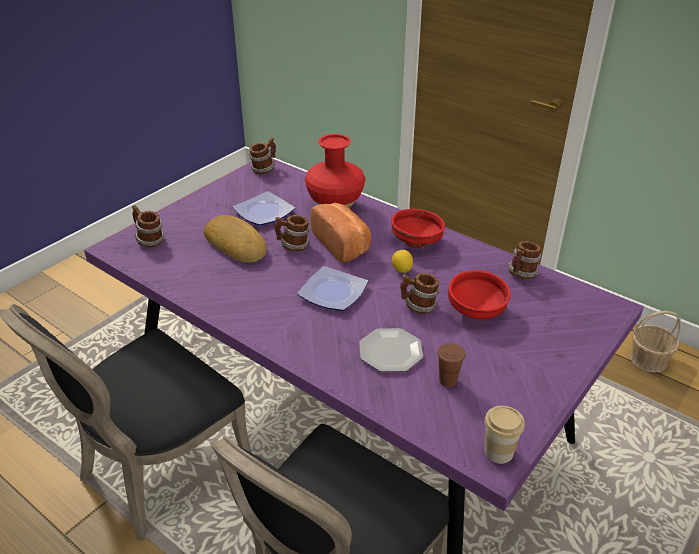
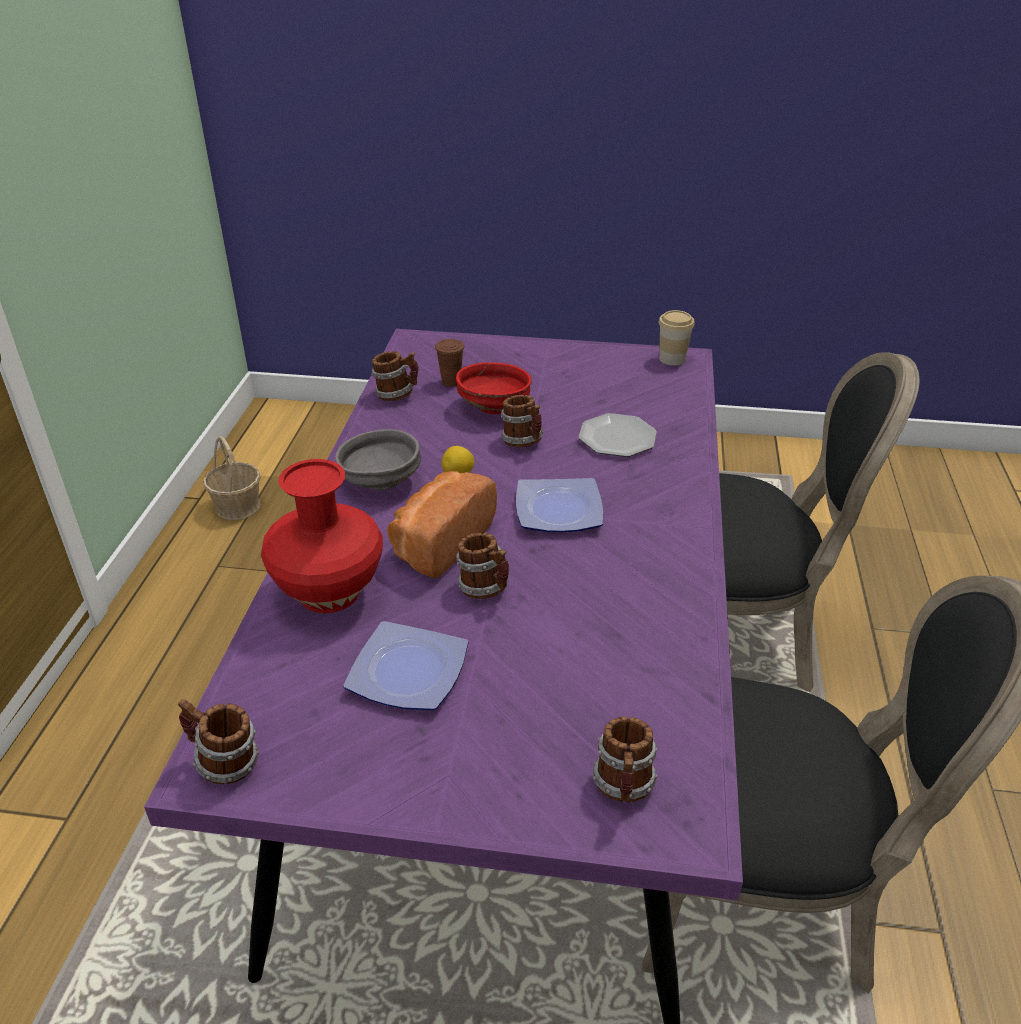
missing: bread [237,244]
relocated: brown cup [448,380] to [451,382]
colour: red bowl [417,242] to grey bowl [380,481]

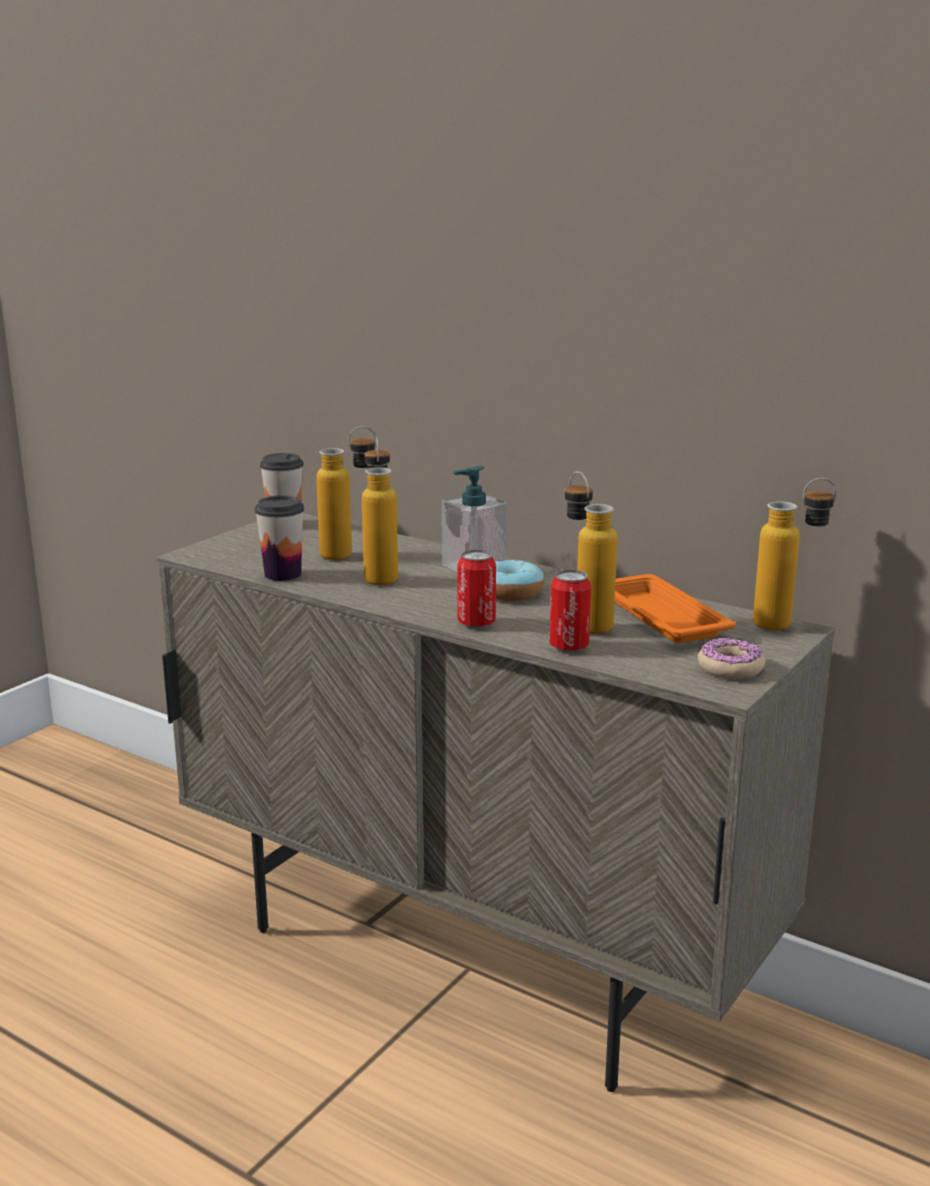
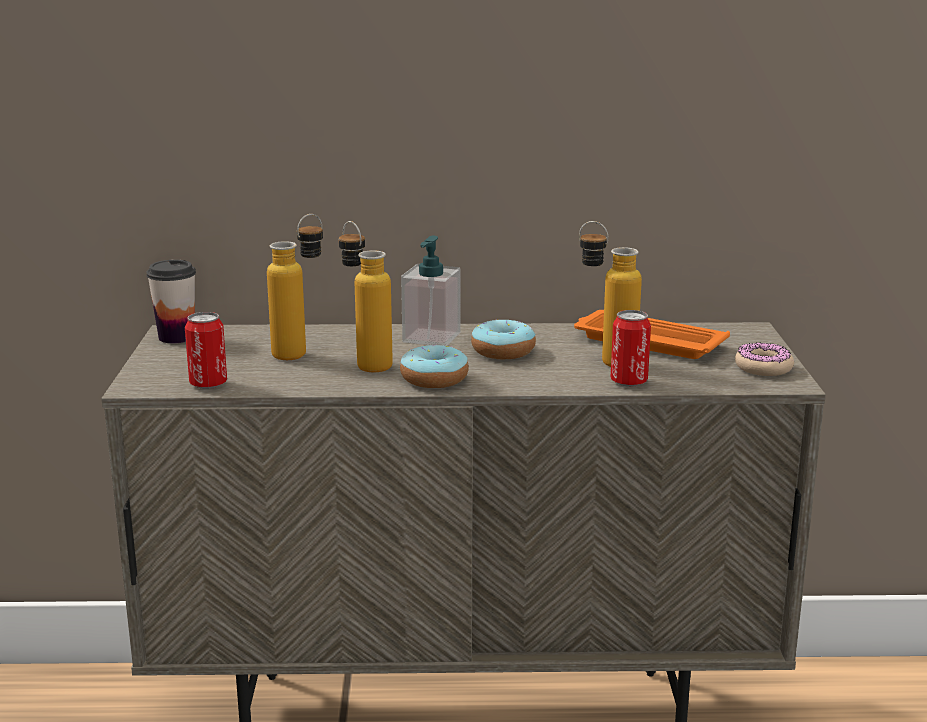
missing: cup [283,574]; bottle [787,625]
appeared: donut [434,379]
relocated: can [476,623] to [208,384]

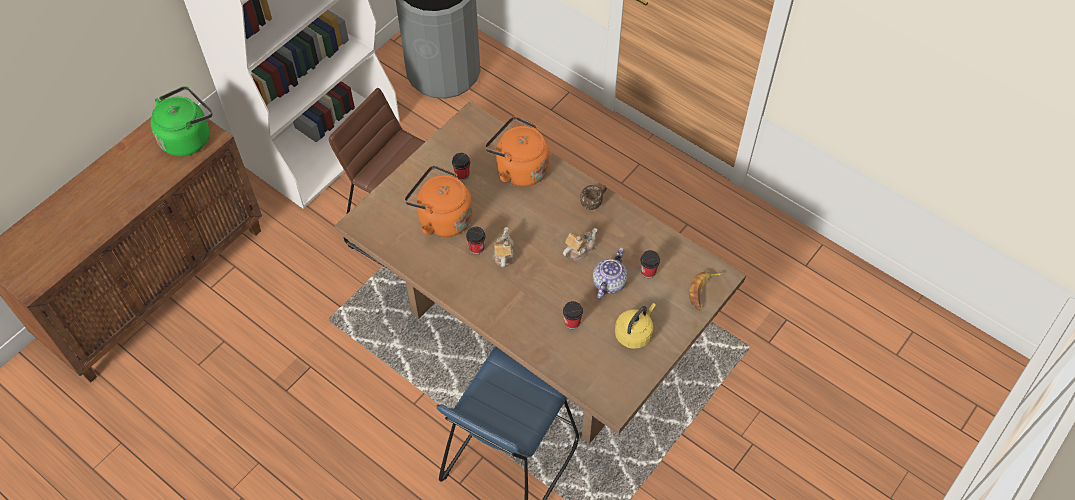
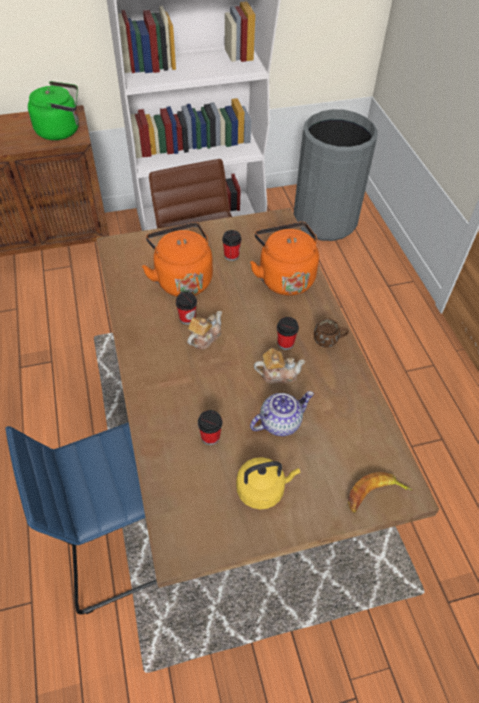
relocated: cup [648,272] to [285,343]

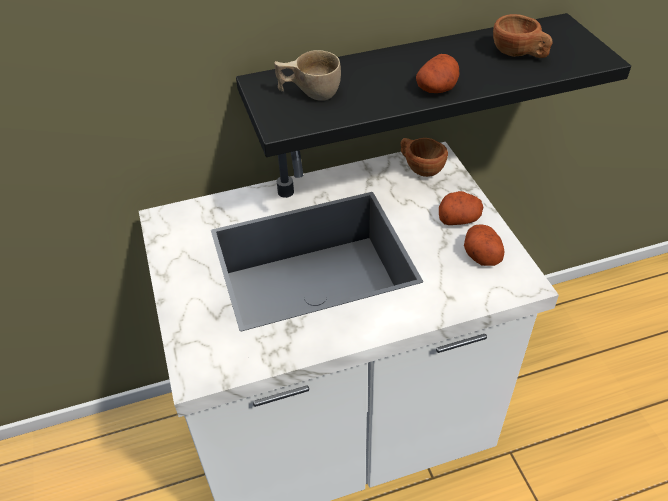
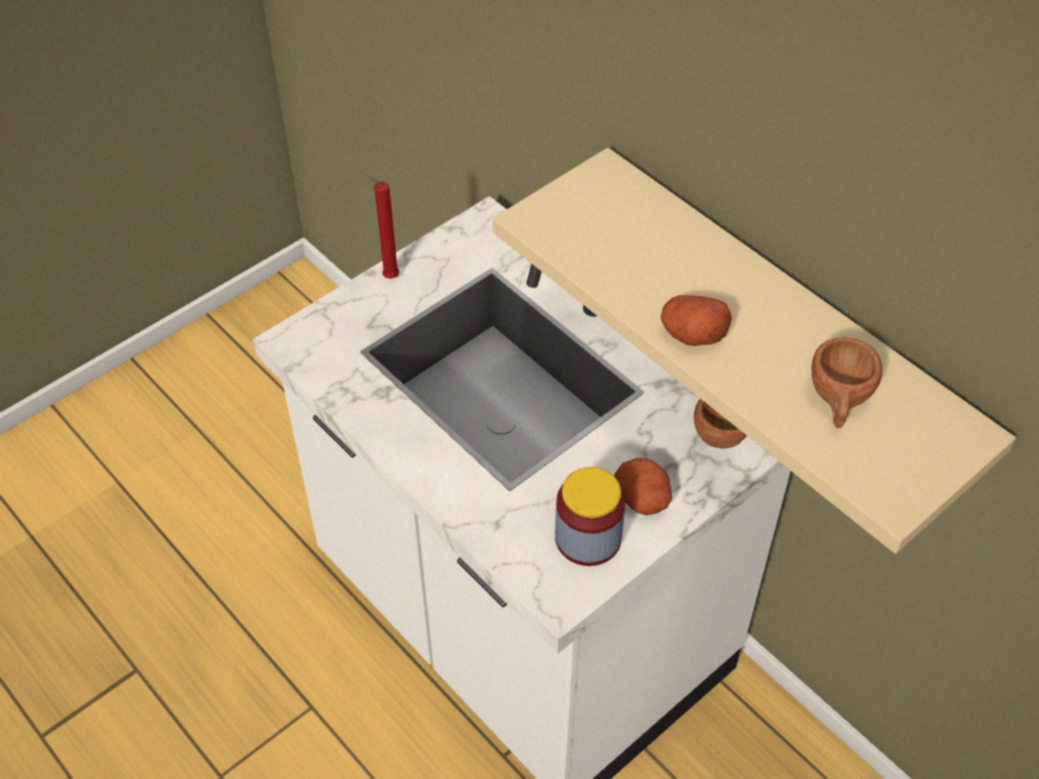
missing: beige cup [309,93]
appeared: red candle [388,277]
exchanged: potato [481,254] to jar [588,538]
colour: black shelf [407,83] to beige shelf [783,324]

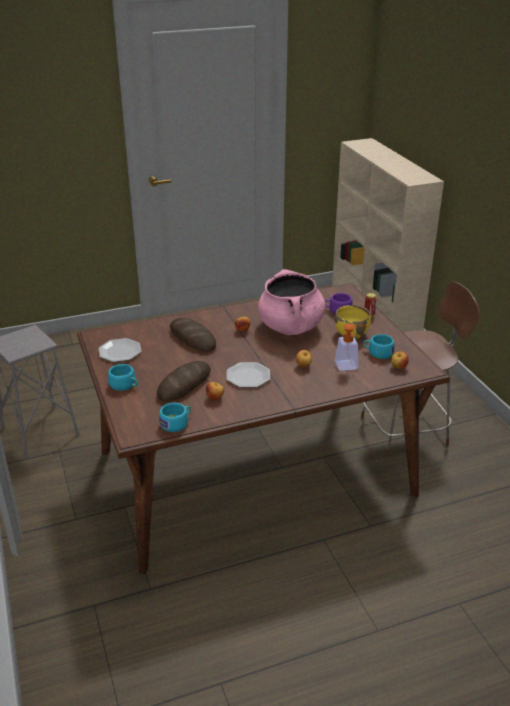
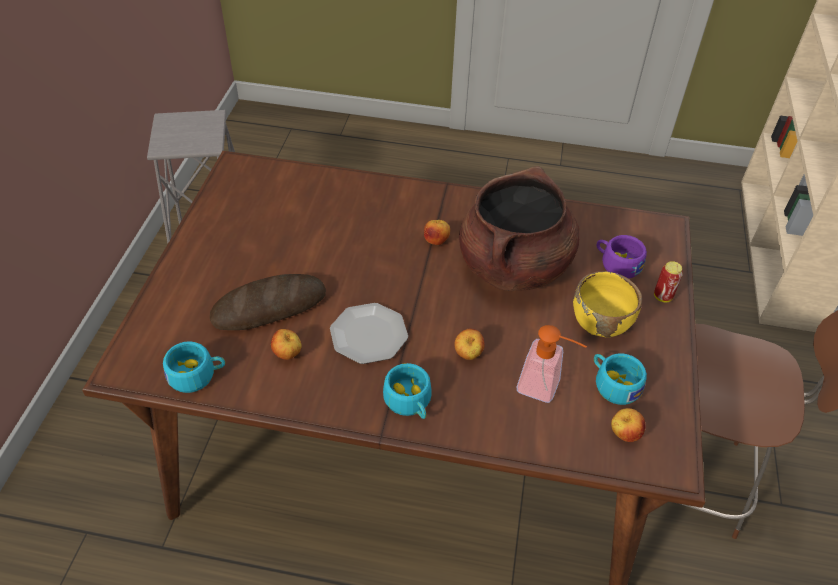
missing: plate [120,352]; bread [192,338]
relocated: turquoise cup [125,385] to [410,403]
colour: pink cooking pot [291,327] to brown cooking pot [514,266]

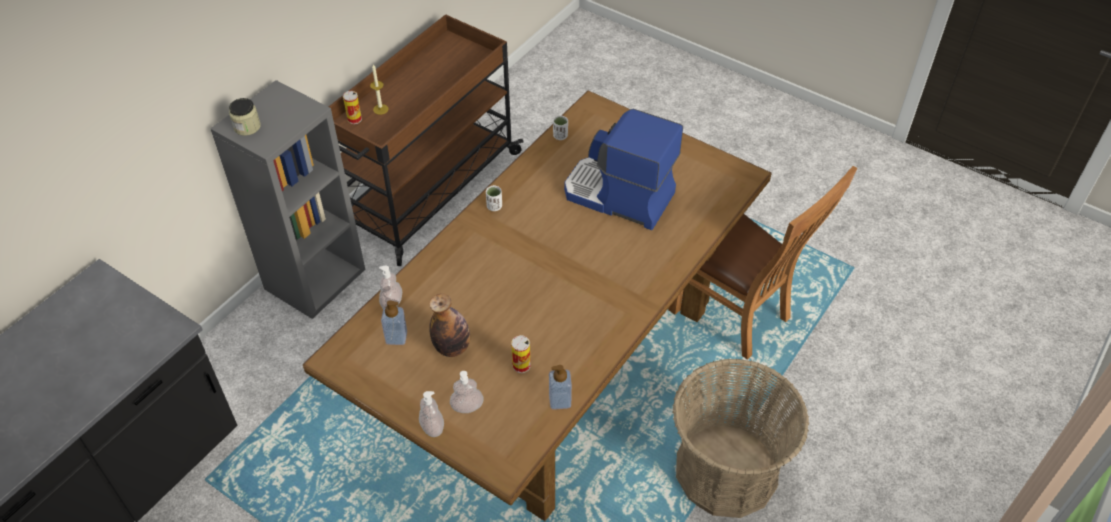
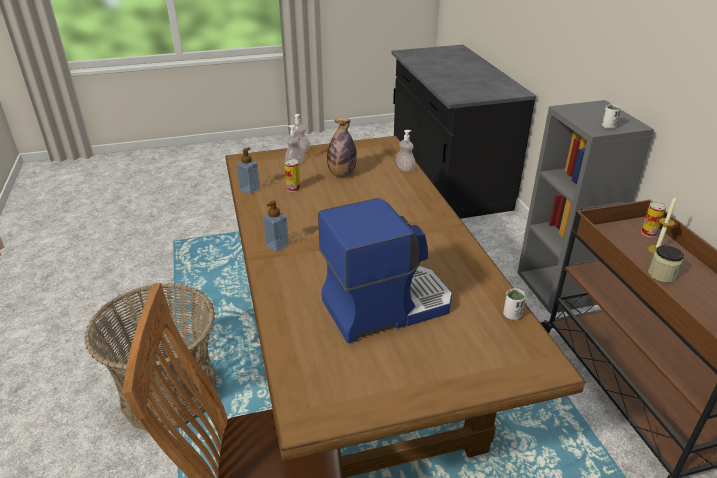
relocated: soap dispenser [396,337] to [277,245]; white cup [494,206] to [608,126]; jar [247,127] to [661,274]

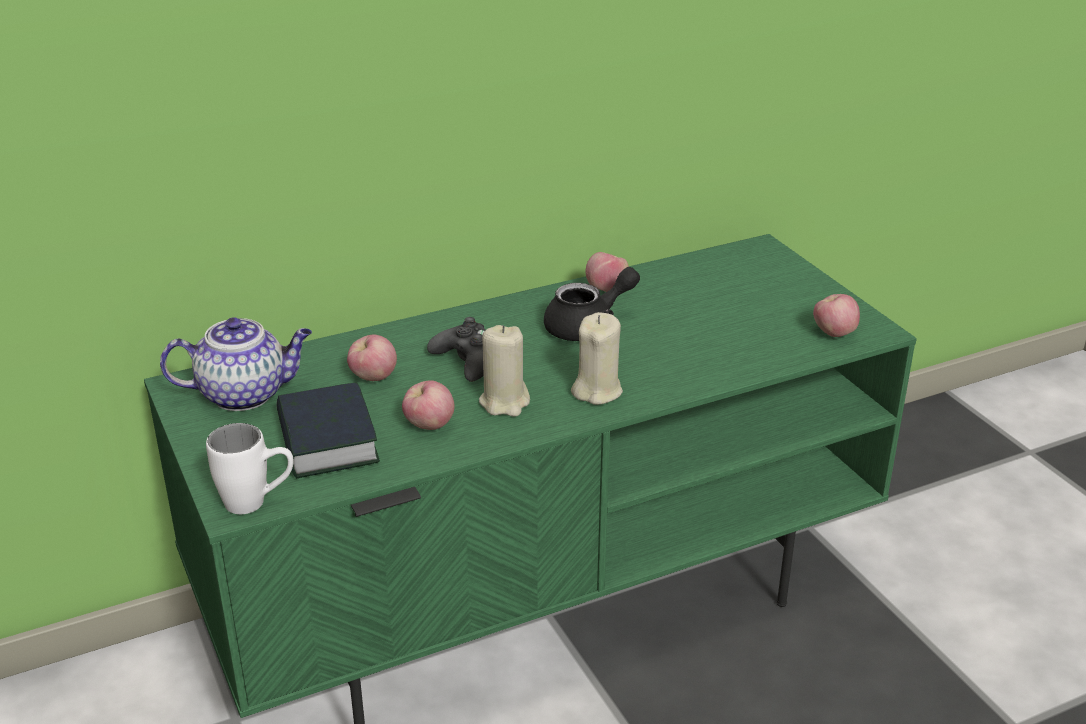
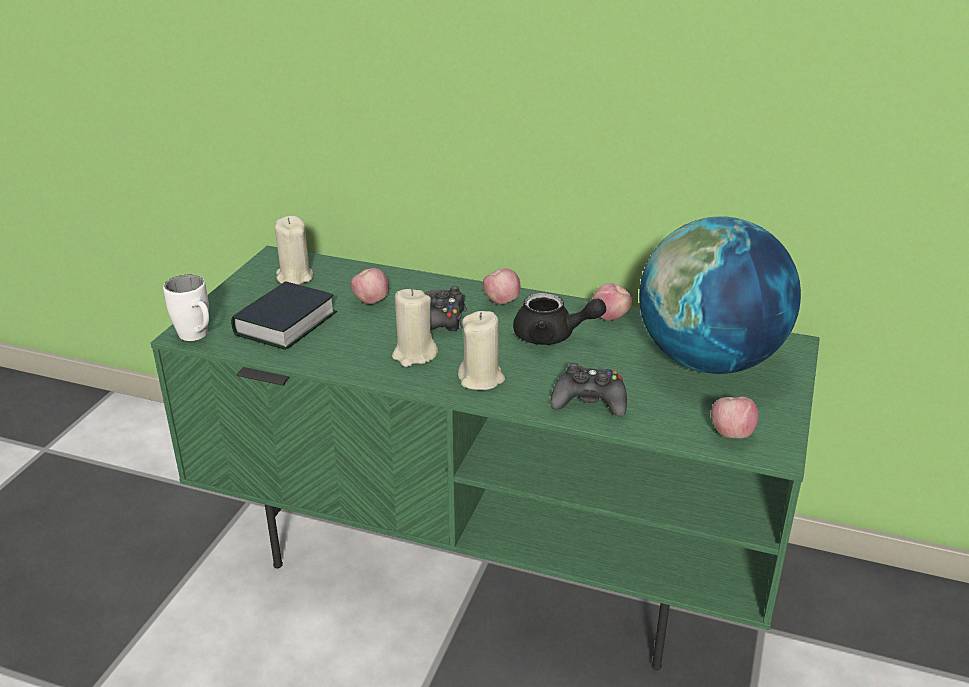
appeared: black game controller [589,401]; globe [708,361]
relocated: apple [429,426] to [501,302]
exchanged: teapot [245,394] to beige candle [294,277]

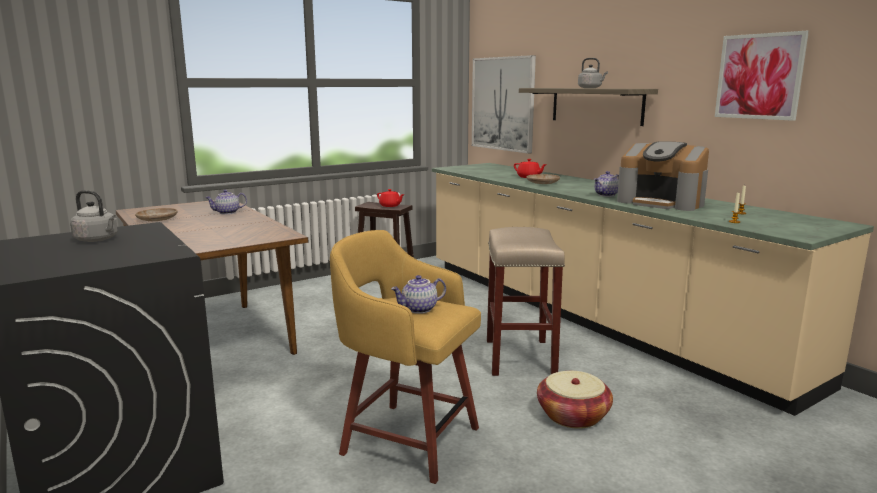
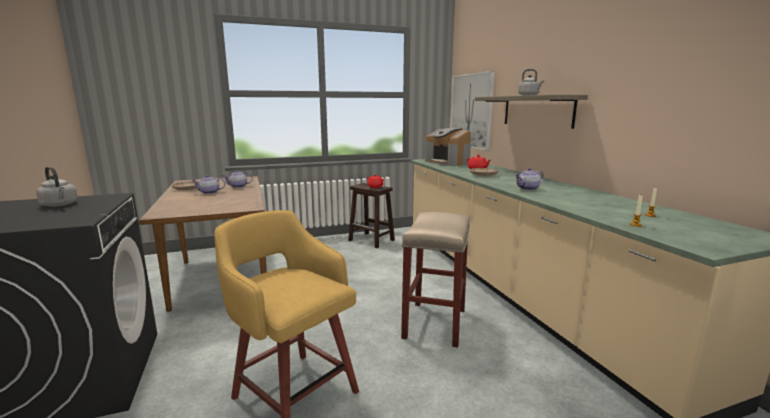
missing: basket [572,416]; picture [759,76]
relocated: teapot [419,309] to [209,193]; coffee machine [661,202] to [448,162]

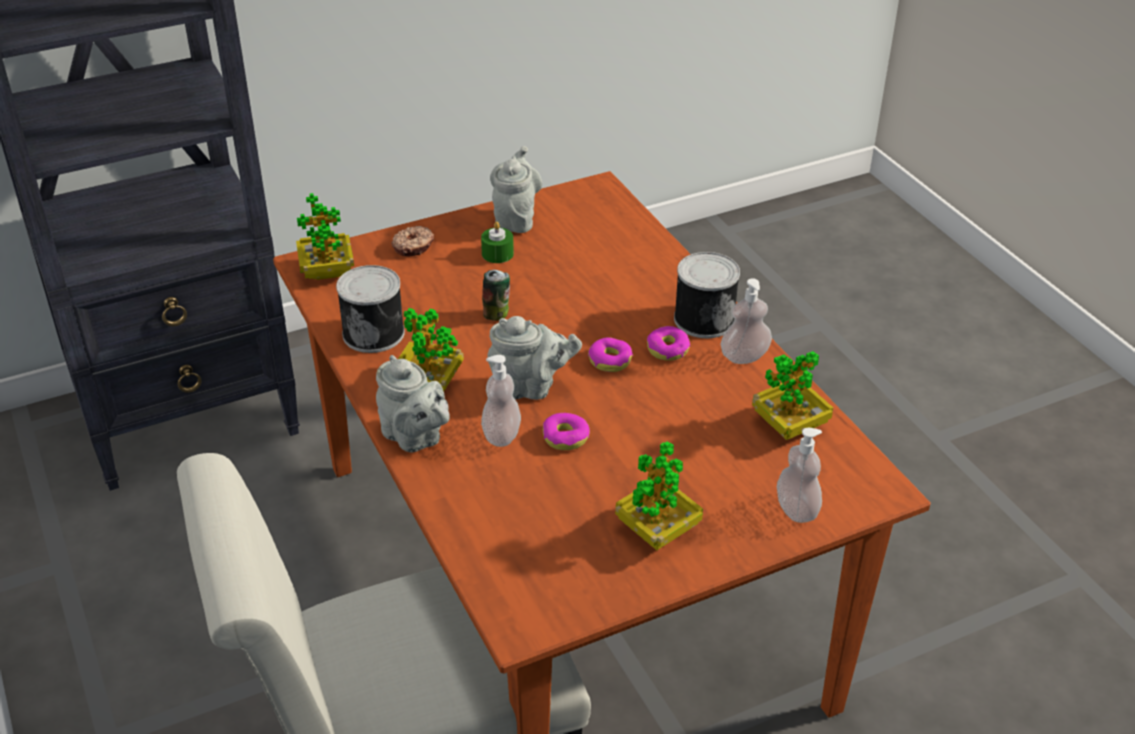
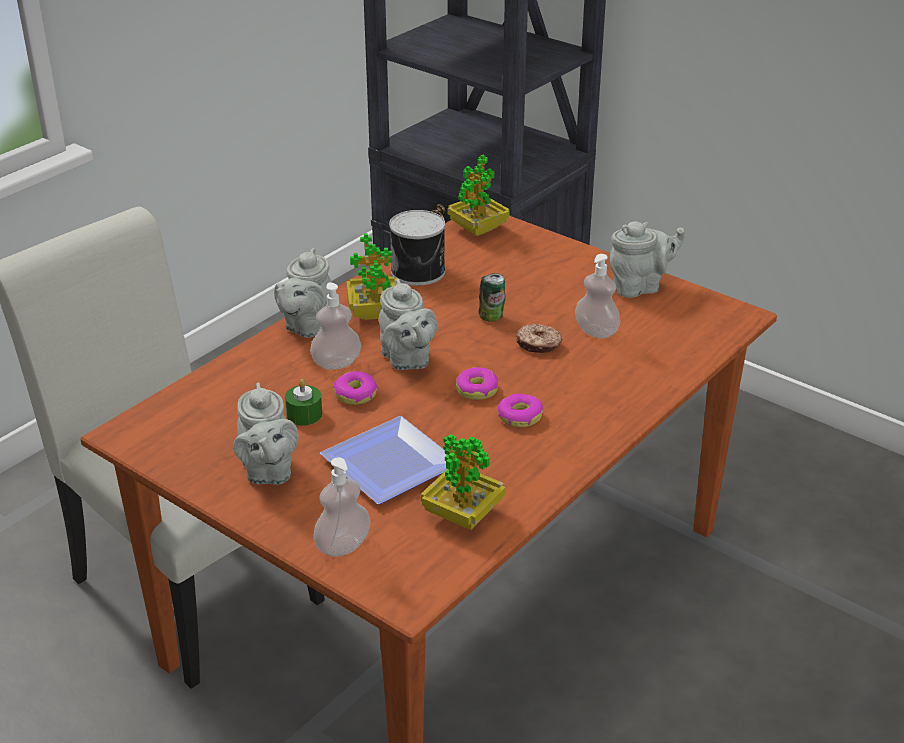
missing: can [703,318]
appeared: plate [385,464]
relocated: green candle [497,254] to [304,414]; donut [413,247] to [538,345]; soap dispenser [744,356] to [596,331]
exchanged: potted plant [657,531] to grey teapot [267,472]

